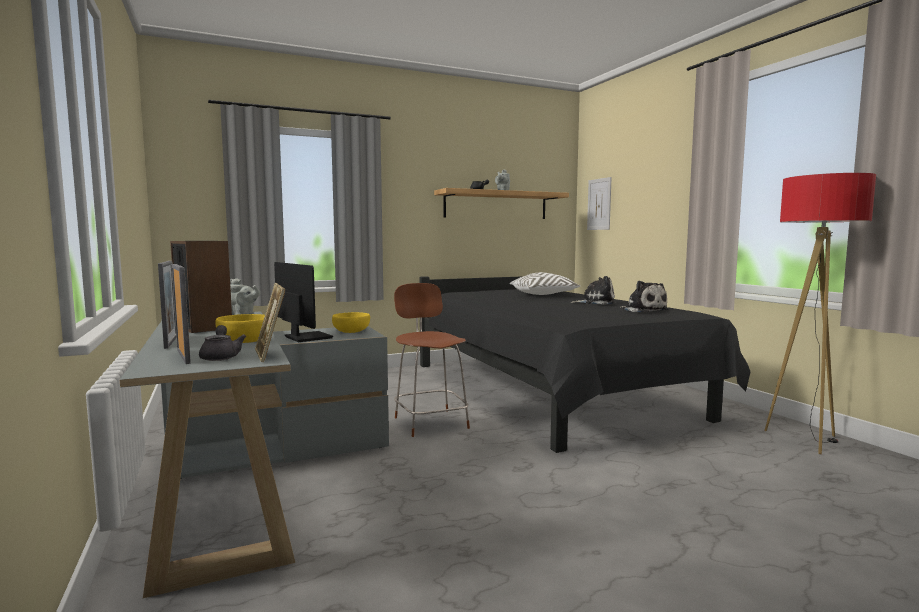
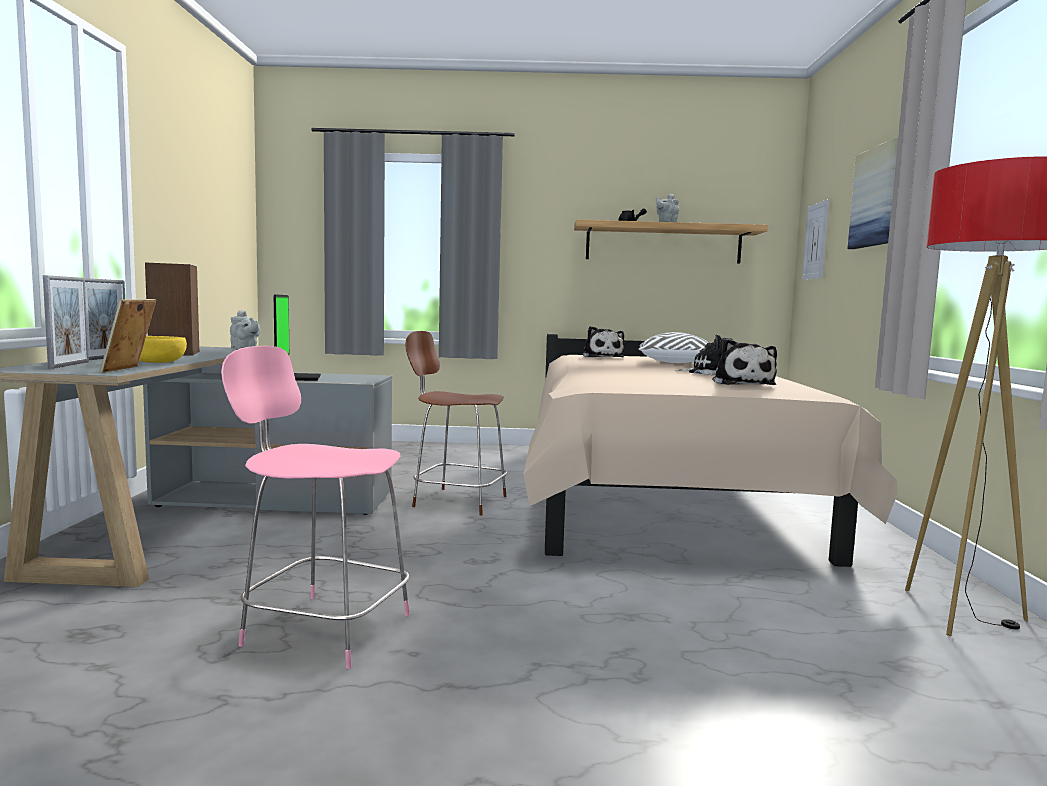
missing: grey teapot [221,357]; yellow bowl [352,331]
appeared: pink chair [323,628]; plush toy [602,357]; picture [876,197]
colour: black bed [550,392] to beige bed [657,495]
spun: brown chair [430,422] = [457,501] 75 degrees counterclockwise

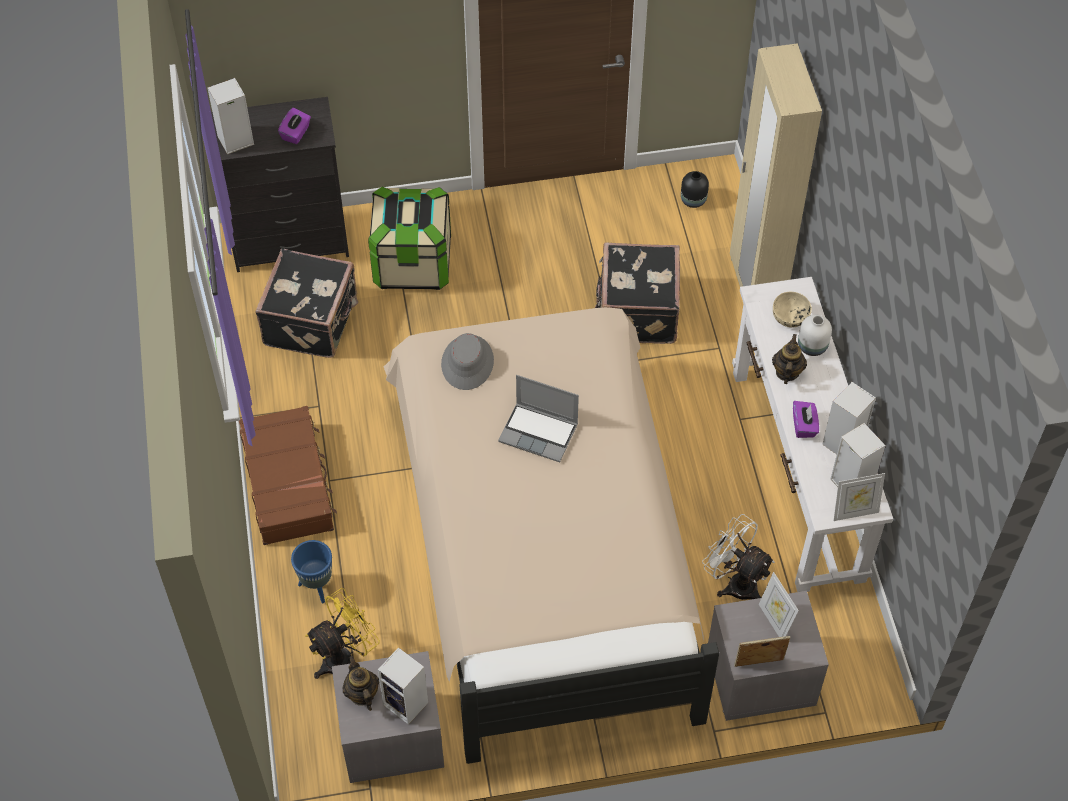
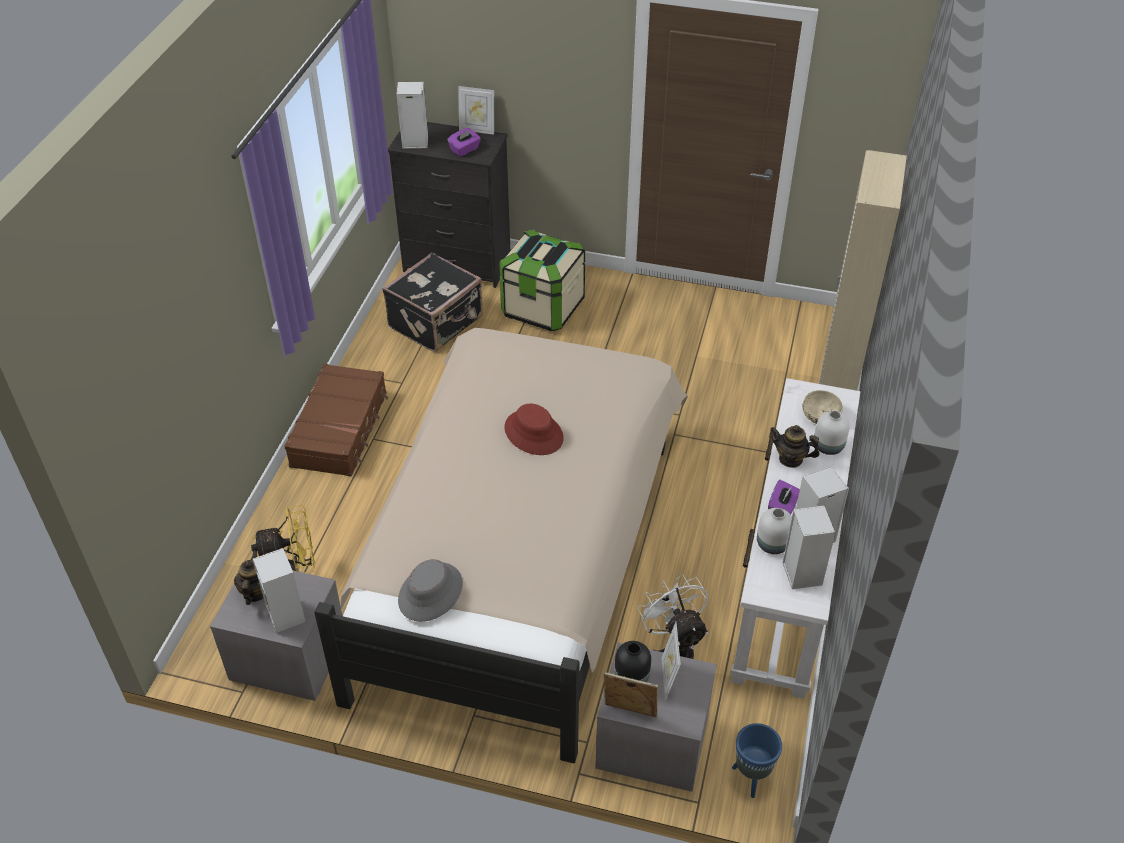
missing: black suitcase [636,312]
appeared: white vase [772,545]
relocated: grey hat [467,363] to [430,592]; picture frame [854,512] to [477,130]; black vase [692,200] to [631,676]; blue planter [317,587] to [751,777]
exchanged: laptop [539,433] to red hat [534,433]
spun: teapot [787,372] = [791,459] 105 degrees counterclockwise

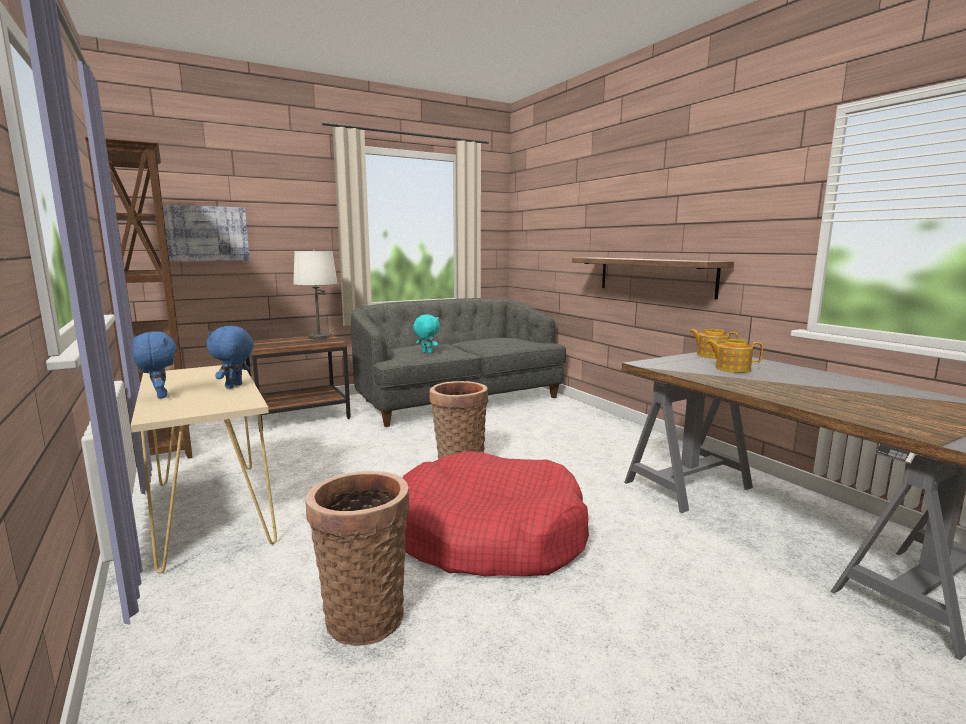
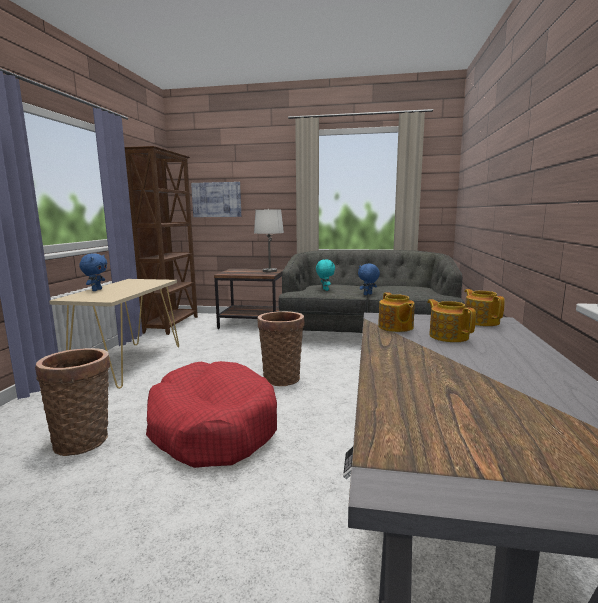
missing: shelf [654,276]
appeared: teapot [395,327]
relocated: blue plush toy [234,386] to [368,294]

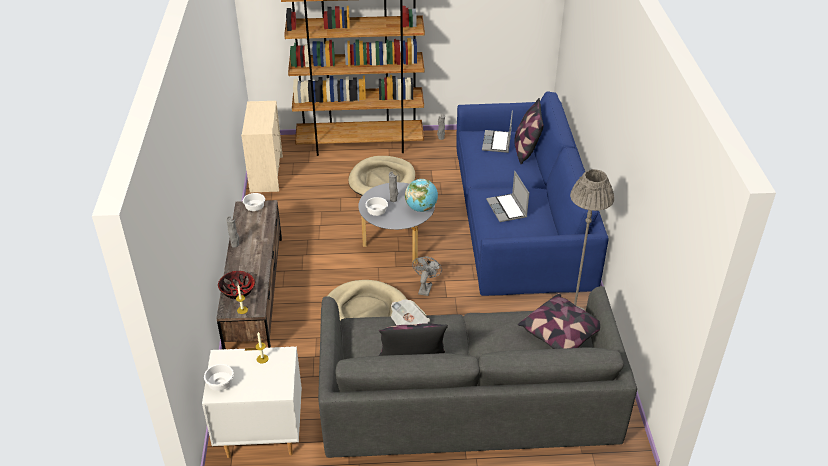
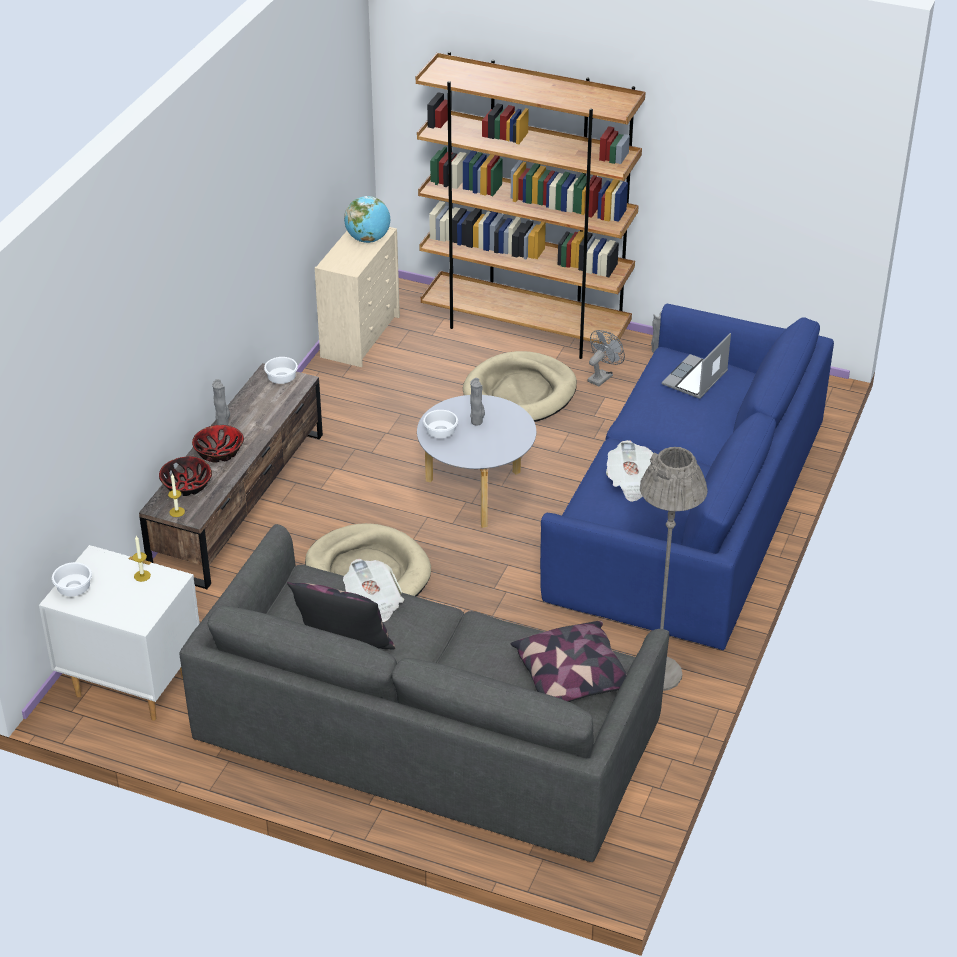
missing: pillow [526,150]
appeared: bowl [219,452]
relocated: globe [421,208] to [368,239]; grey fan [425,287] to [602,376]
exchanged: laptop [507,209] to newspaper [631,483]

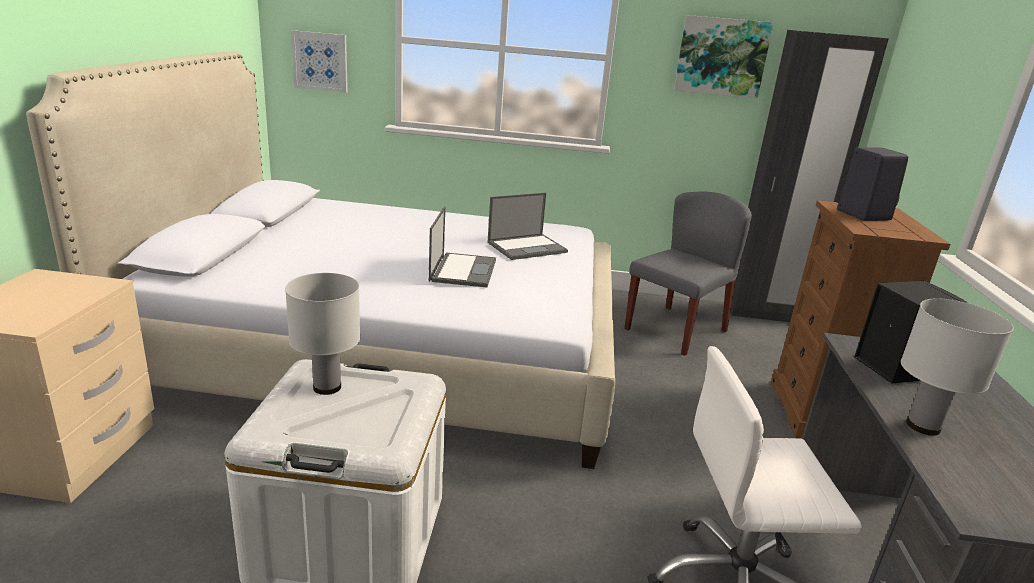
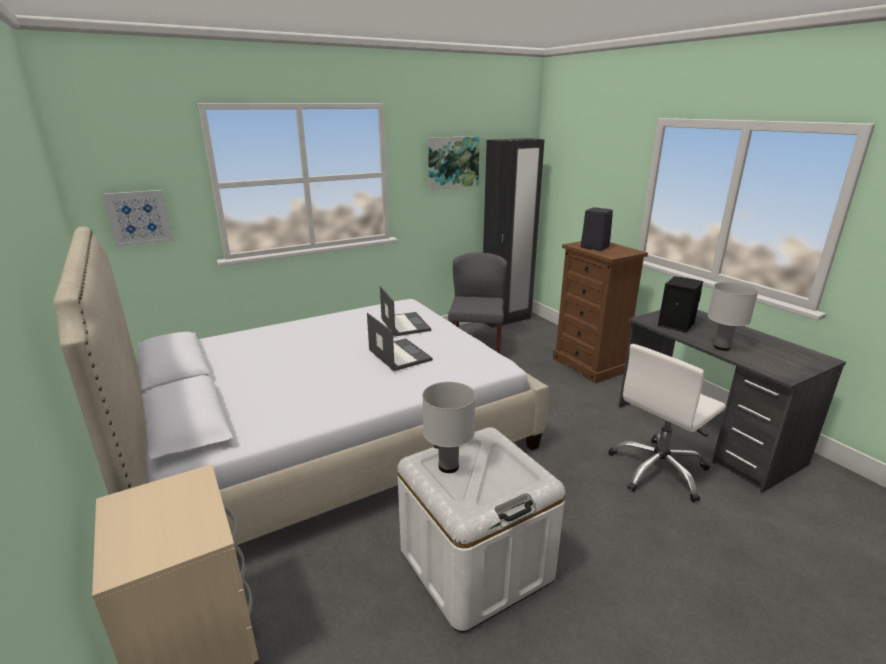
spun: laptop [527,247] = [405,324] 45 degrees counterclockwise

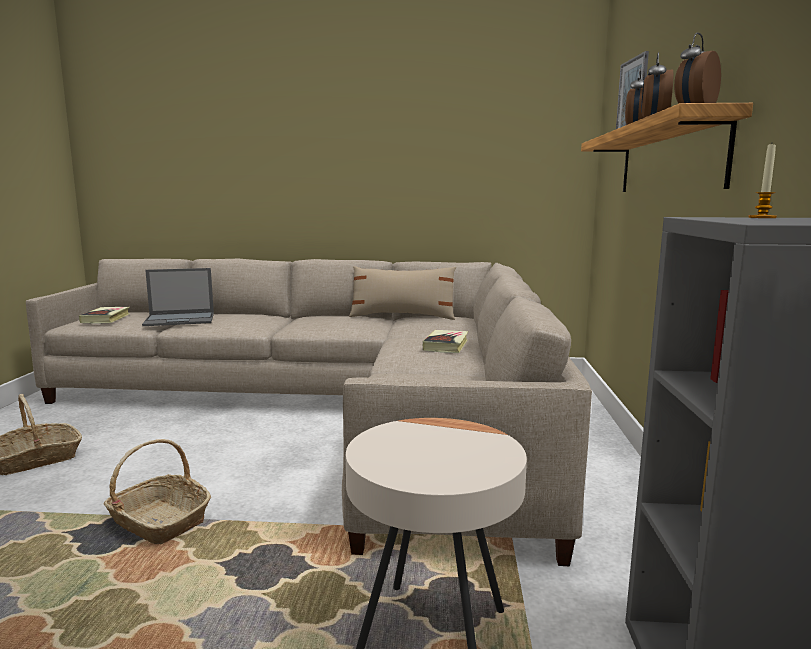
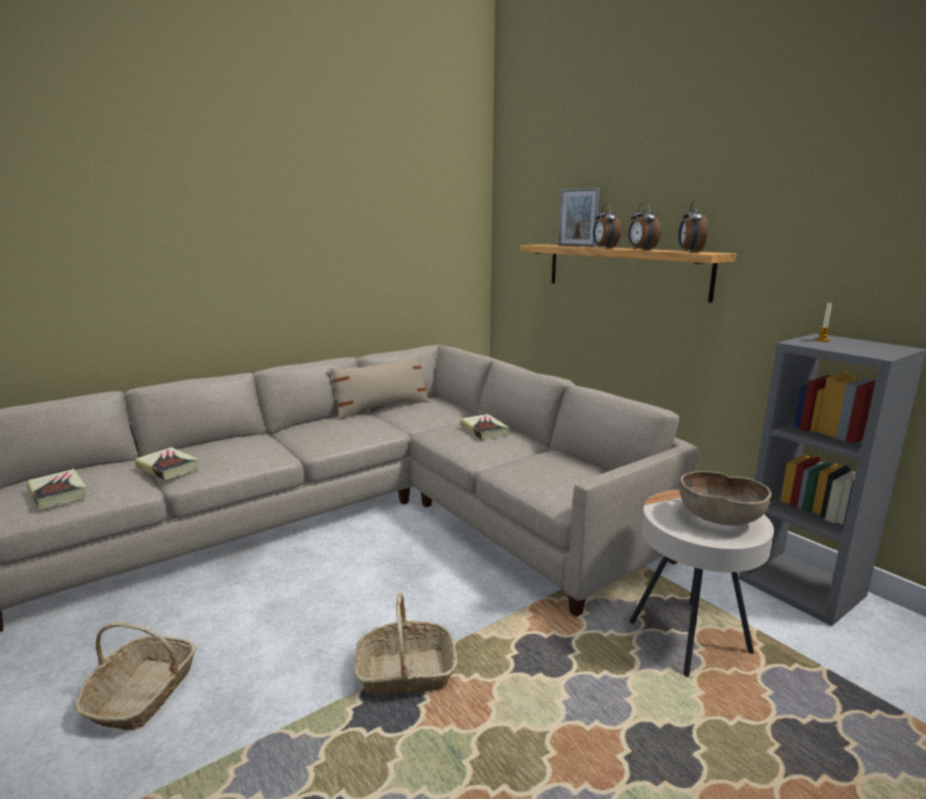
appeared: brown bowl [719,519]
exchanged: laptop [180,319] to book [168,467]

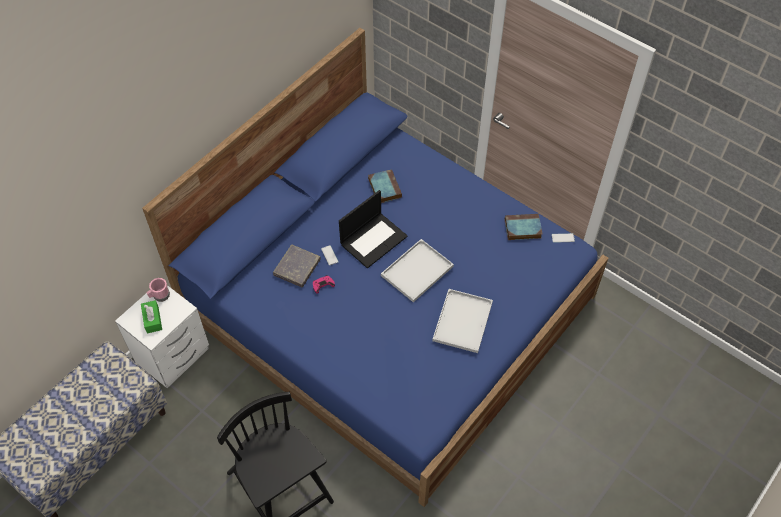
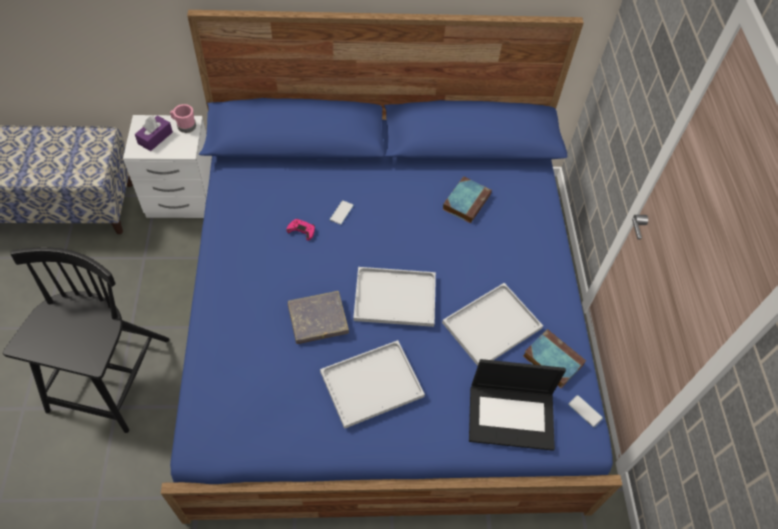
appeared: white tray [492,324]
relocated: grey book [297,267] to [318,319]; laptop [373,239] to [512,416]
colour: green tissue box [152,320] to purple tissue box [155,138]

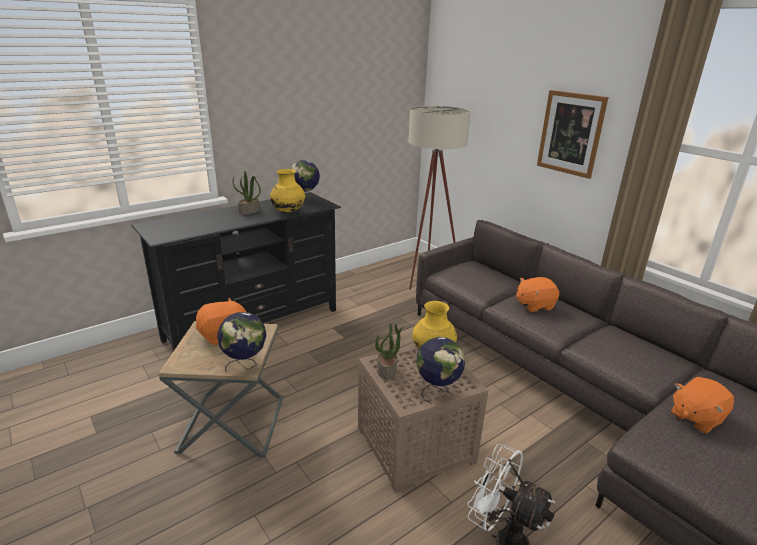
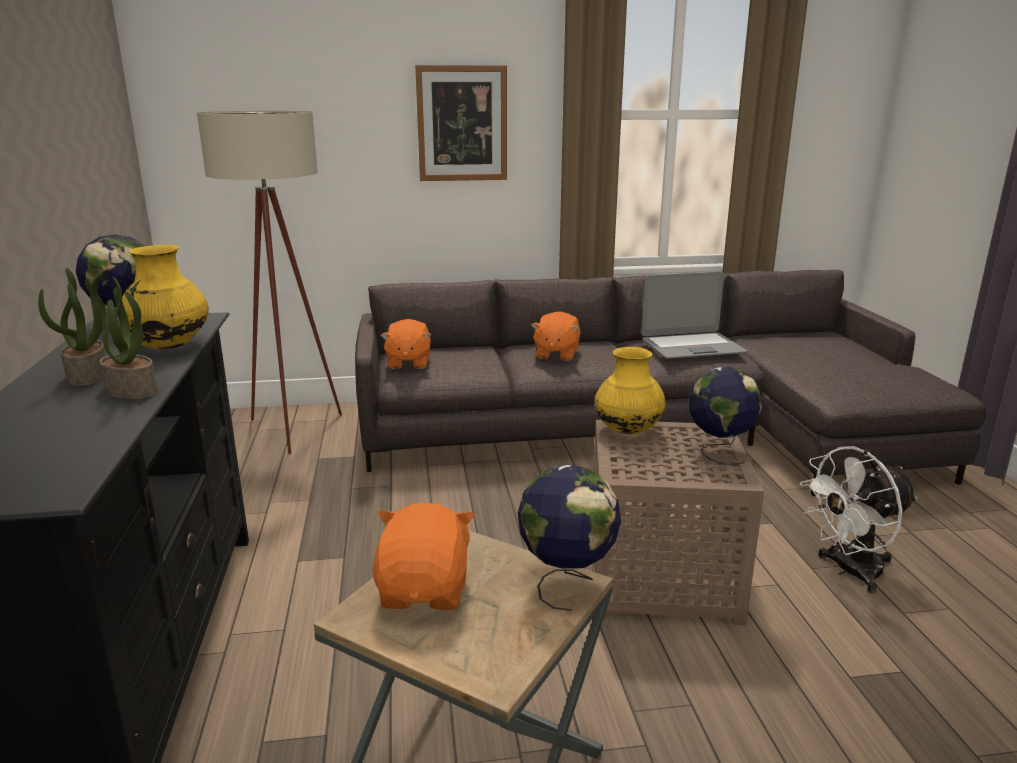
appeared: laptop [692,347]
relocated: potted plant [387,370] to [133,390]; orange plush toy [695,417] to [408,363]

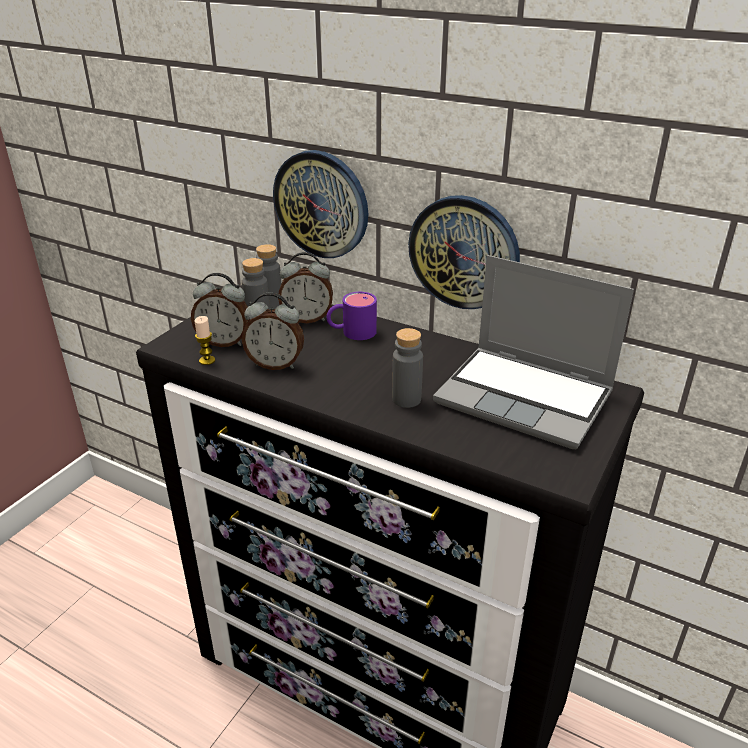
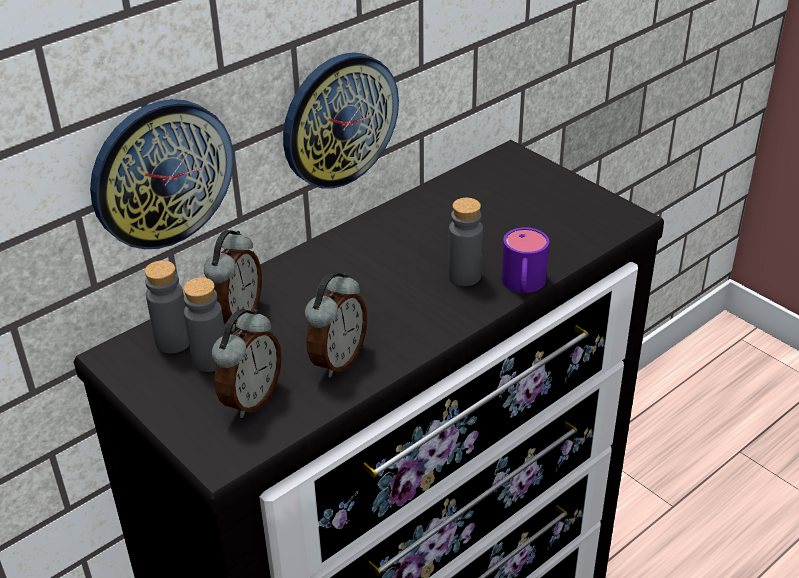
missing: candle [207,360]; laptop [526,398]
relocated: purple mug [351,332] to [523,285]

